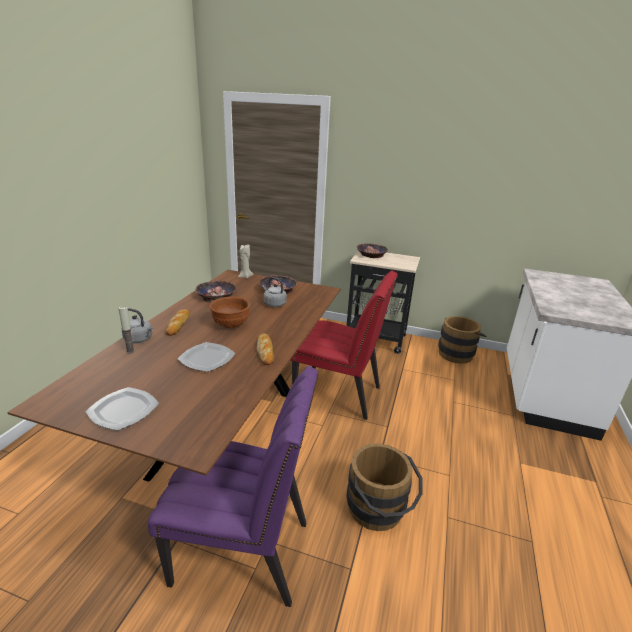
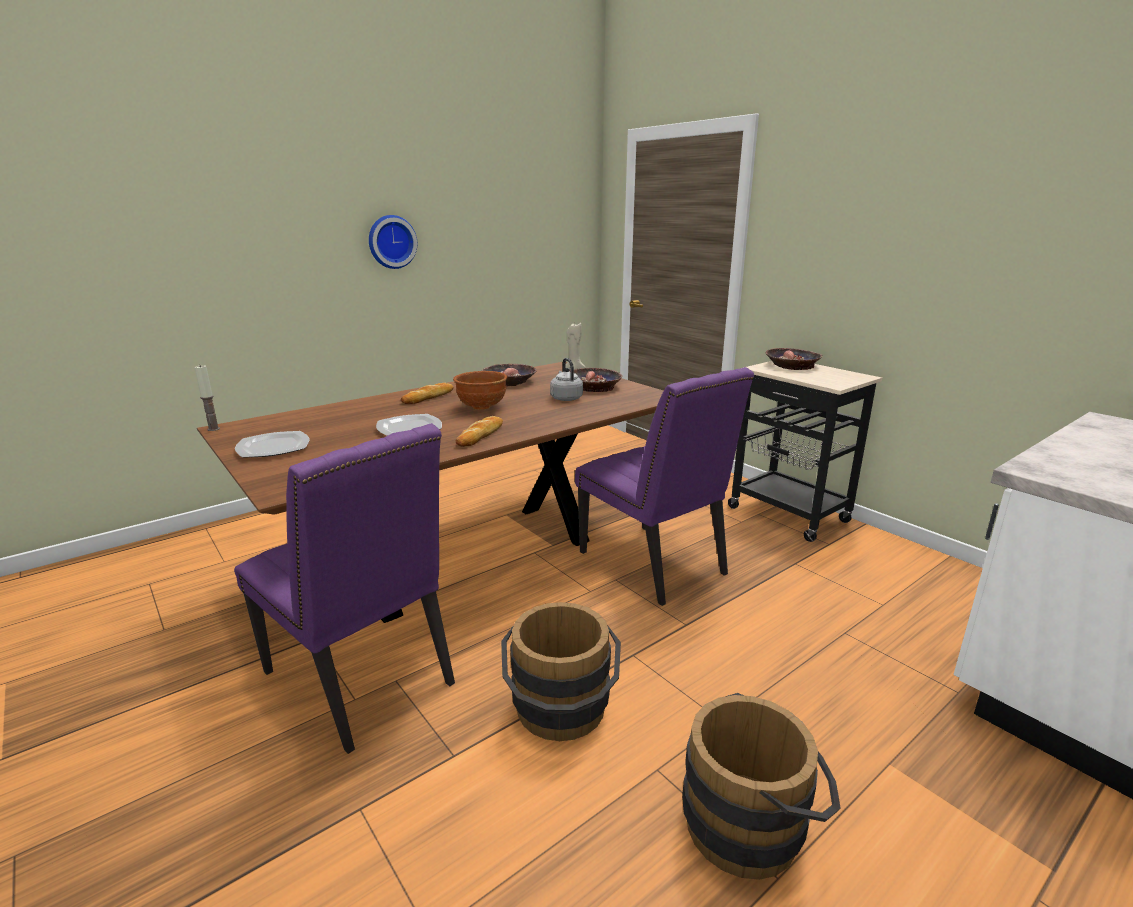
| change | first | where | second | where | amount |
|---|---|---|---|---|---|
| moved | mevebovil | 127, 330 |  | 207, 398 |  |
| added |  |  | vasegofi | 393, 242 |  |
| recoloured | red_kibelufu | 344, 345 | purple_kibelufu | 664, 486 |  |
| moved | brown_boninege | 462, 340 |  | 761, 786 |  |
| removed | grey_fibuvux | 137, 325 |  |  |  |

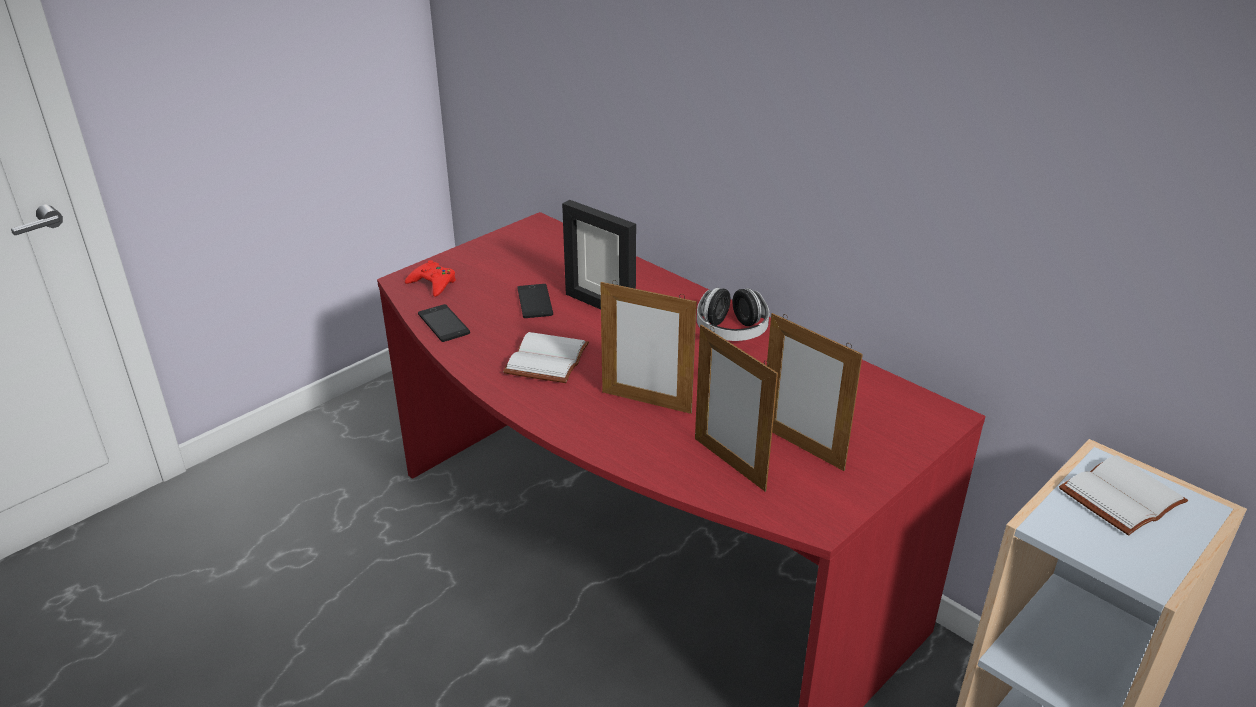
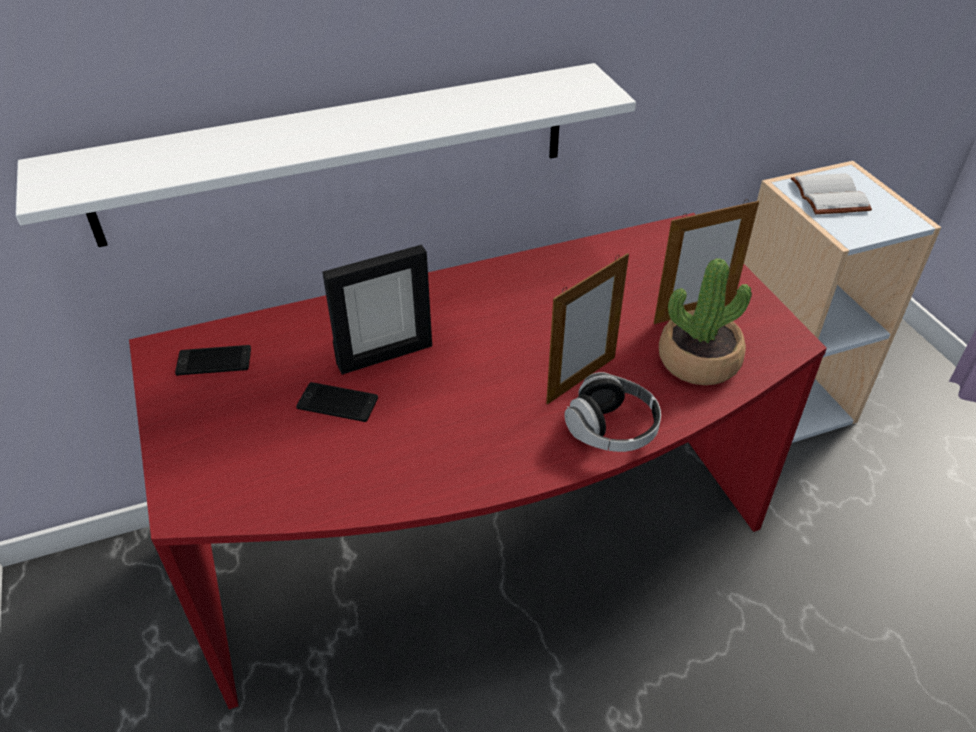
| change | first | where | second | where | amount |
|---|---|---|---|---|---|
| added |  |  | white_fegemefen | 326, 155 |  |
| moved | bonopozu | 444, 323 |  | 213, 360 |  |
| moved | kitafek | 733, 314 |  | 612, 412 |  |
| replaced | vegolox | 736, 408 | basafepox | 705, 321 |  |
| removed | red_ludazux | 430, 278 |  |  |  |
| removed | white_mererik | 546, 357 |  |  |  |

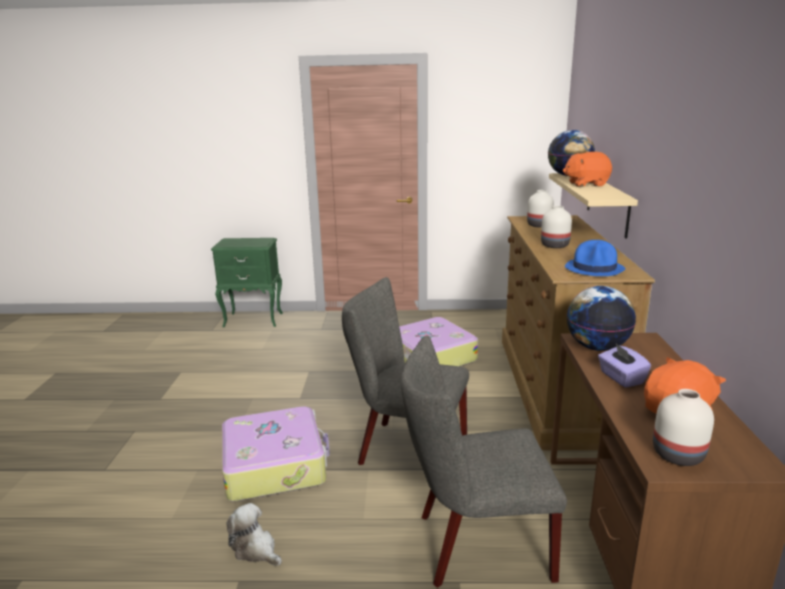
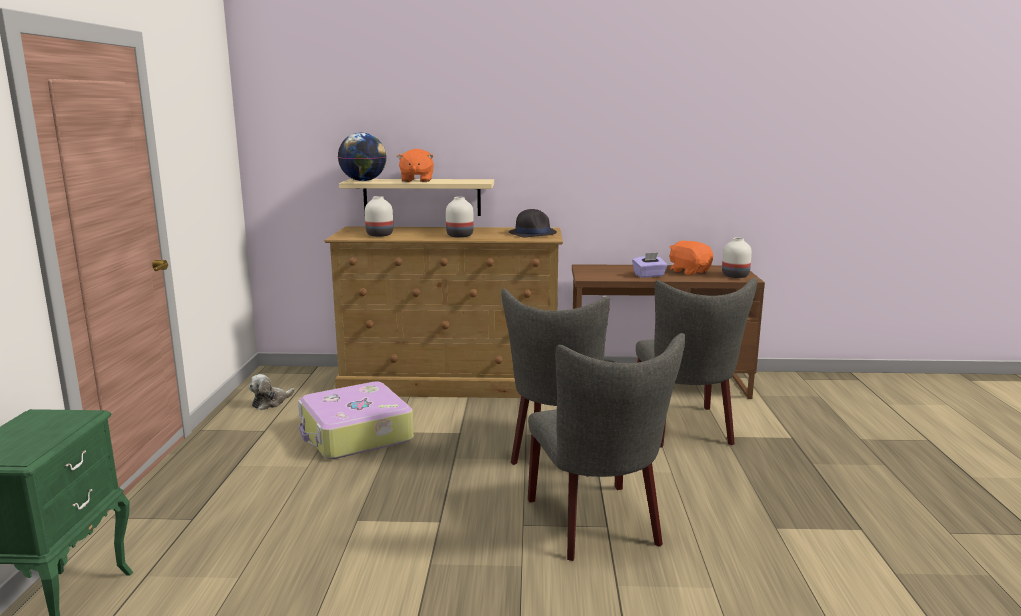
| change | first | where | second | where | amount |
|---|---|---|---|---|---|
| moved | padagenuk | 254, 534 |  | 272, 392 |  |
| recoloured | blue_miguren | 595, 258 | black_miguren | 533, 223 |  |
| replaced | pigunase | 276, 453 | grey_kibelufu | 607, 447 |  |
| removed | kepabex | 601, 318 |  |  |  |

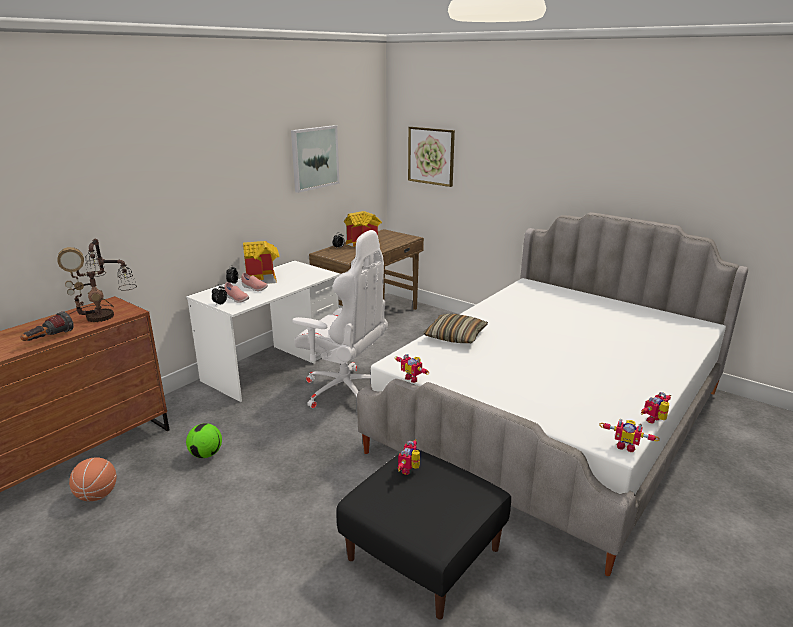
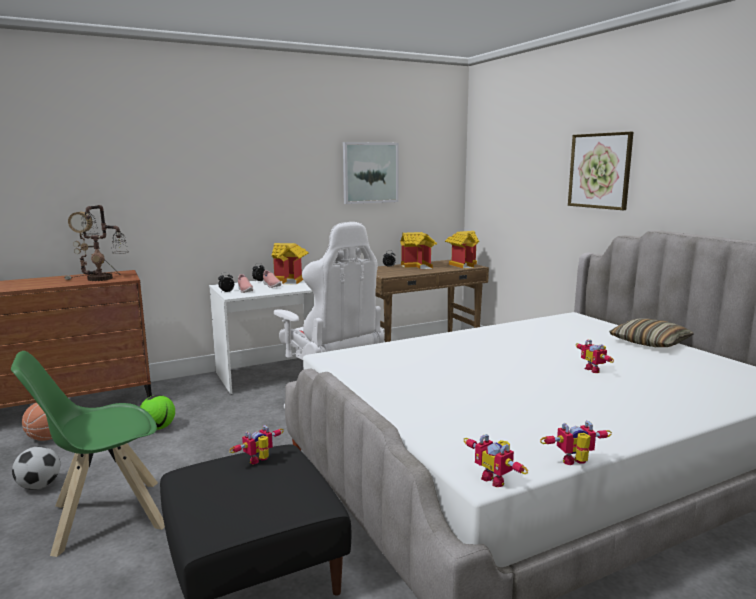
| change | first | where | second | where | amount |
|---|---|---|---|---|---|
| added |  |  | green_kibelufu | 88, 454 |  |
| added |  |  | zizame | 36, 468 |  |
| added |  |  | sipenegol | 462, 250 |  |
| moved | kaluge | 431, 157 |  | 601, 171 |  |
| moved | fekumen | 412, 368 |  | 595, 356 |  |
| moved | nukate | 455, 328 |  | 651, 333 |  |
| removed | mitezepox | 47, 326 |  |  |  |

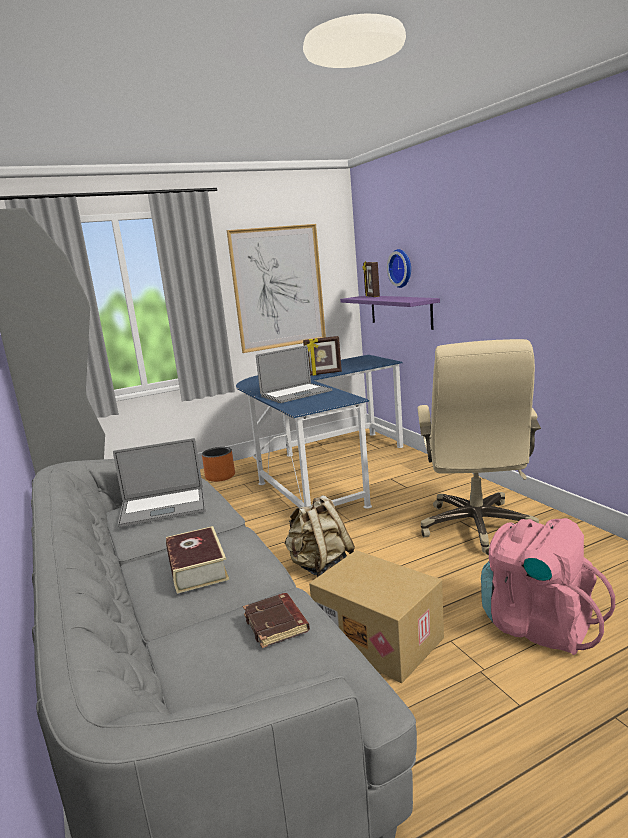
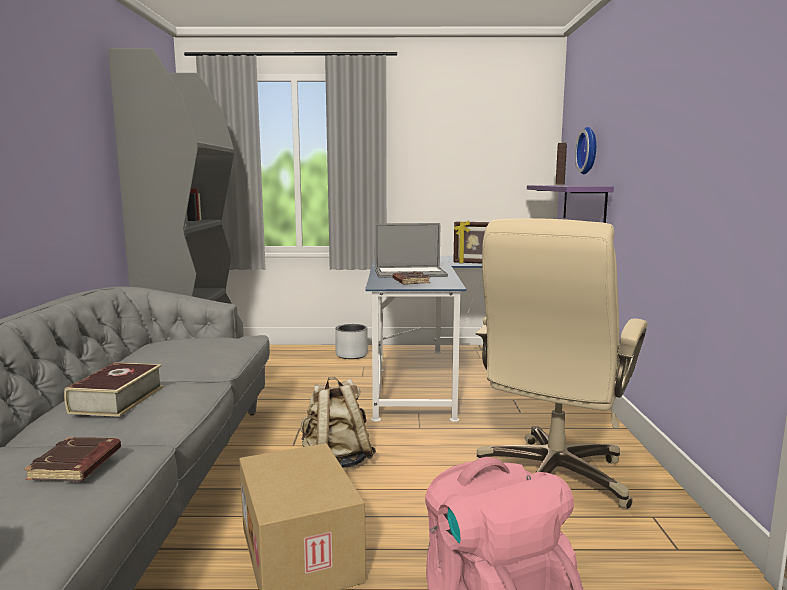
| change | first | where | second | where | amount |
|---|---|---|---|---|---|
| recoloured | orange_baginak | 218, 464 | grey_baginak | 351, 341 |  |
| added |  |  | brown_mererik | 411, 278 |  |
| removed | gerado | 159, 482 |  |  |  |
| removed | kaluge | 276, 288 |  |  |  |

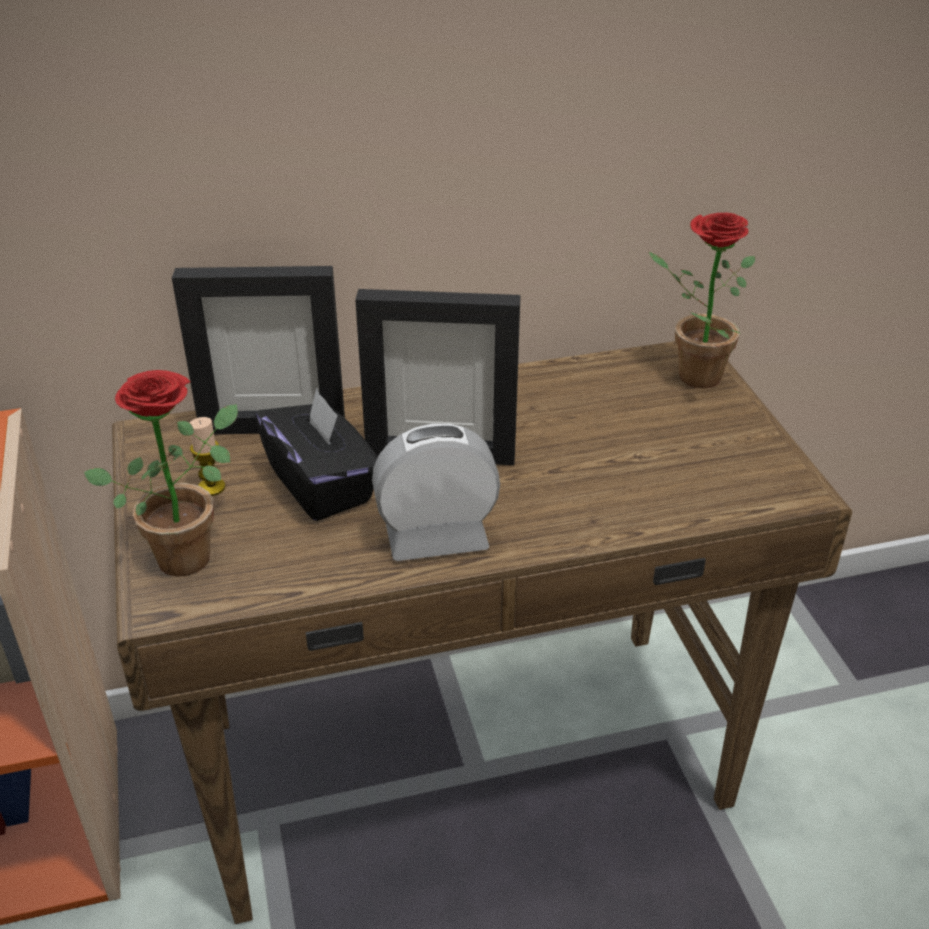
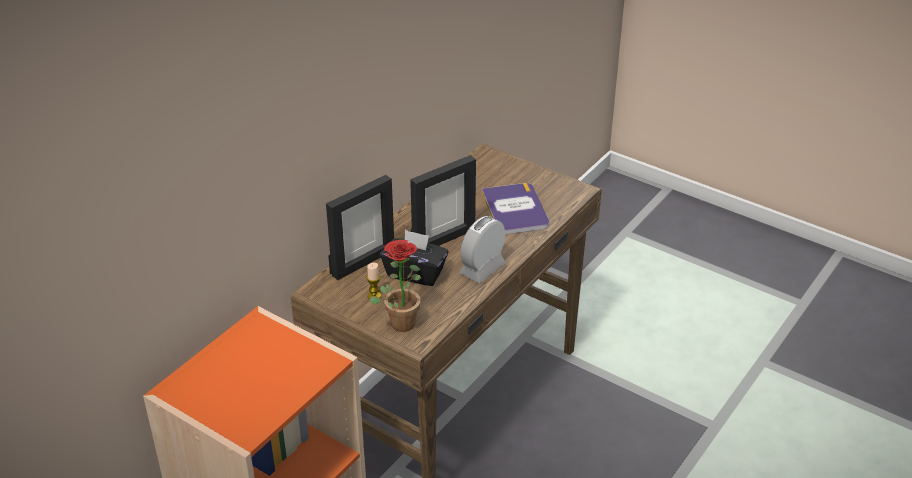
| change | first | where | second | where | amount |
|---|---|---|---|---|---|
| added |  |  | mererik | 515, 209 |  |
| removed | basafepox | 702, 300 |  |  |  |

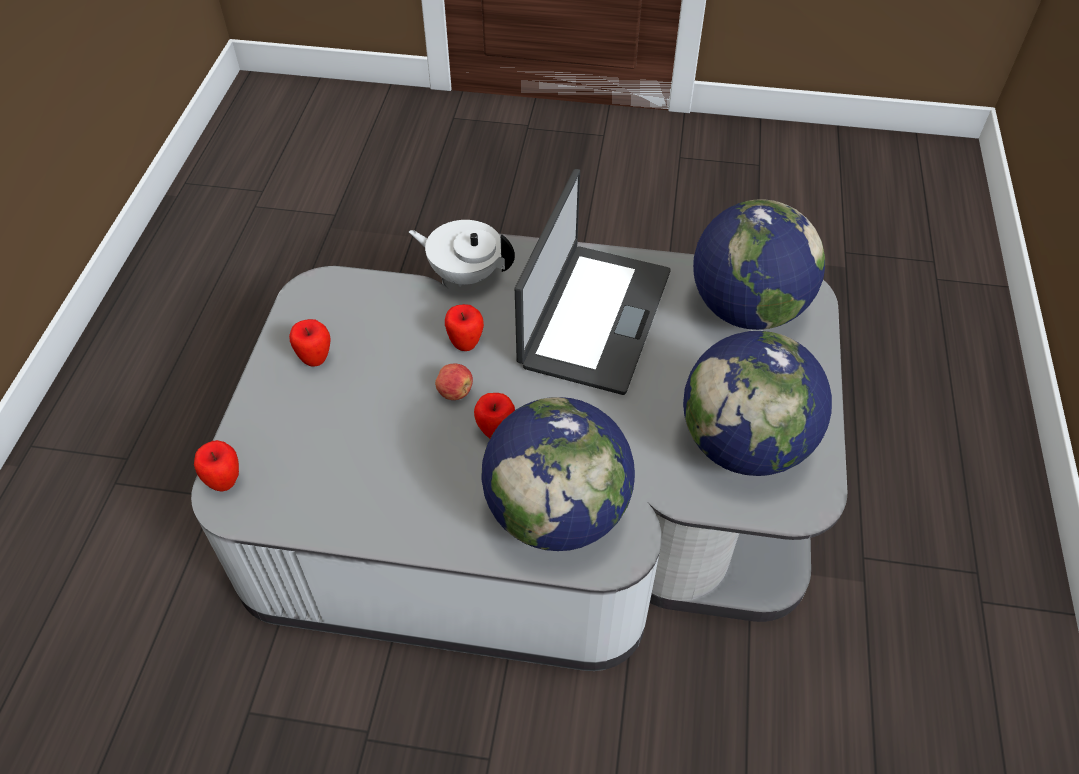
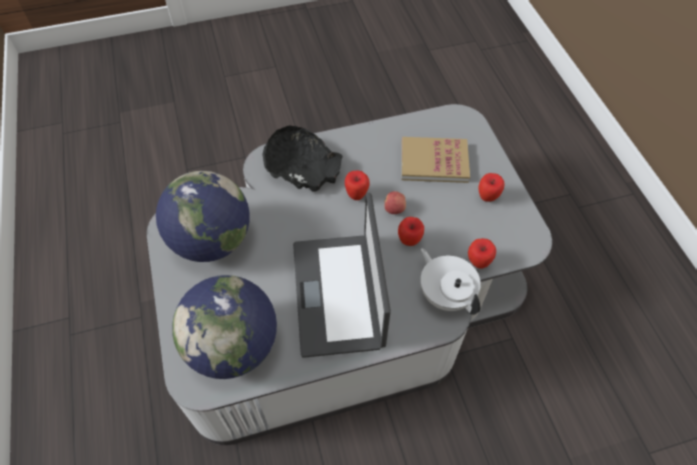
| change | first | where | second | where | amount |
|---|---|---|---|---|---|
| replaced | kepabex | 558, 474 | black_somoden | 302, 158 |  |
| added |  |  | mererik | 436, 160 |  |
| turned | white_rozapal | 462, 253 |  | 451, 281 | 120 degrees counterclockwise |
| moved | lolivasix | 216, 466 |  | 482, 253 |  |

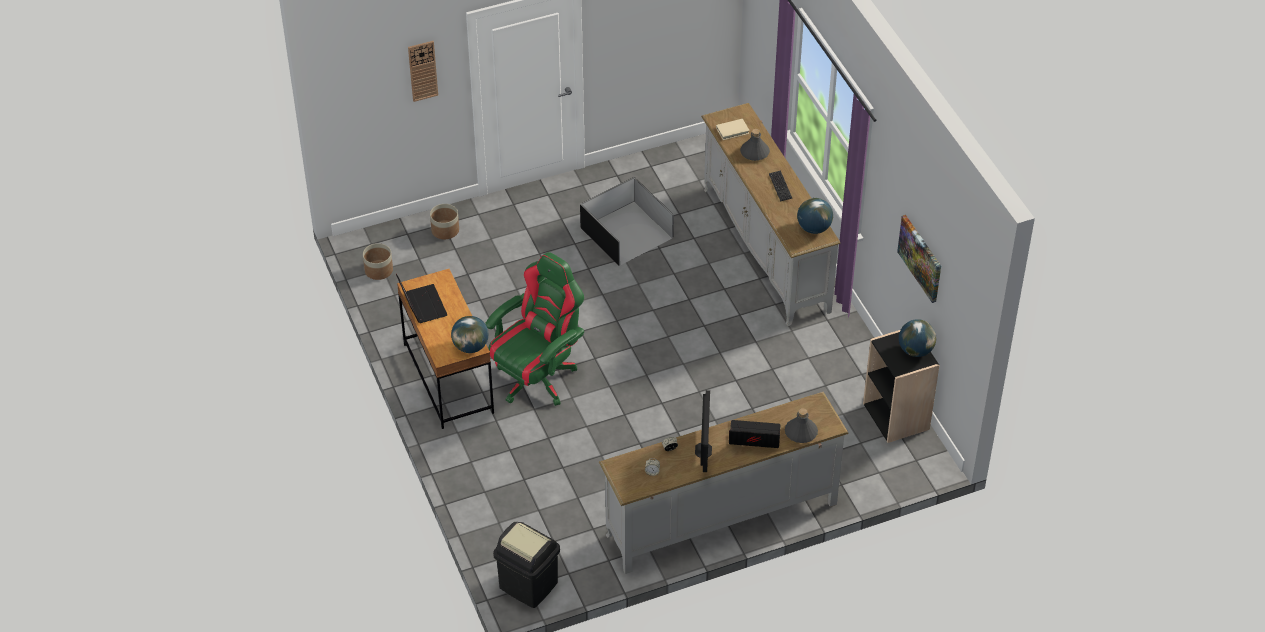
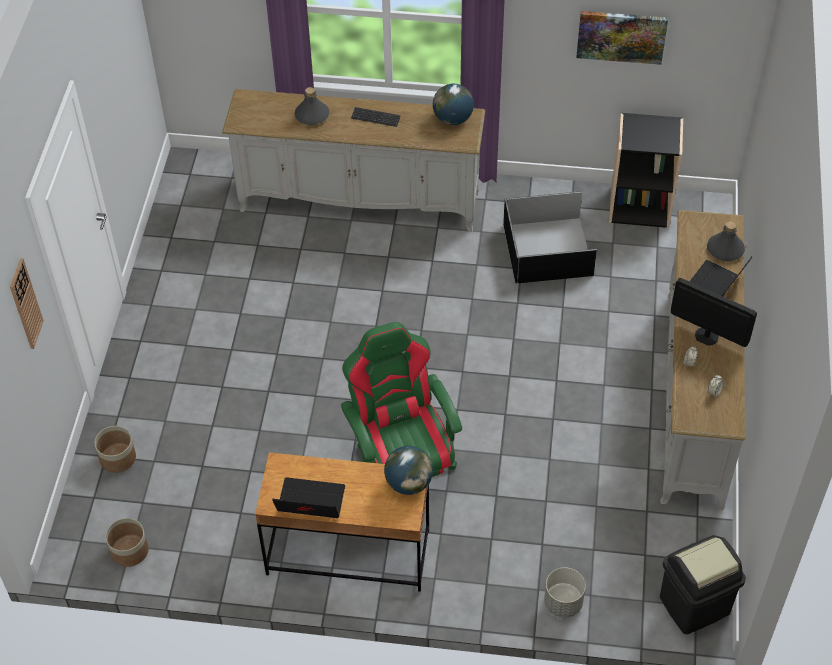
| change | first | where | second | where | amount |
|---|---|---|---|---|---|
| moved | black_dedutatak | 627, 221 |  | 550, 237 |  |
| added |  |  | grey_baginak | 565, 592 |  |
| removed | beige_mererik | 733, 129 |  |  |  |
| removed | kepabex | 917, 338 |  |  |  |

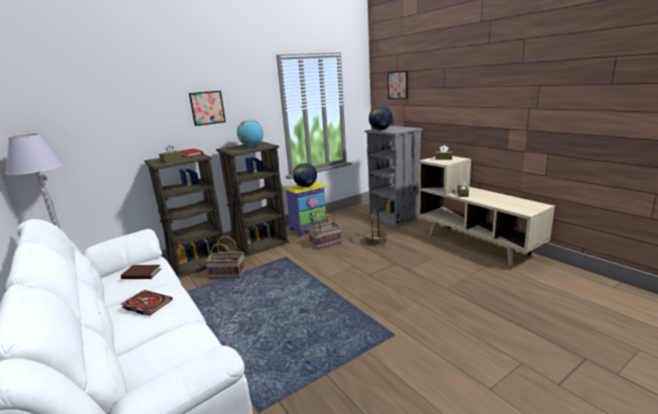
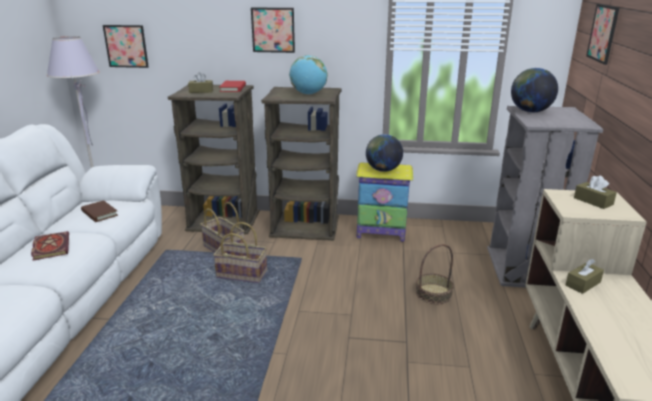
| change | first | where | second | where | amount |
|---|---|---|---|---|---|
| added |  |  | kaluge | 126, 46 |  |
| moved | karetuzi | 325, 229 |  | 240, 252 |  |

